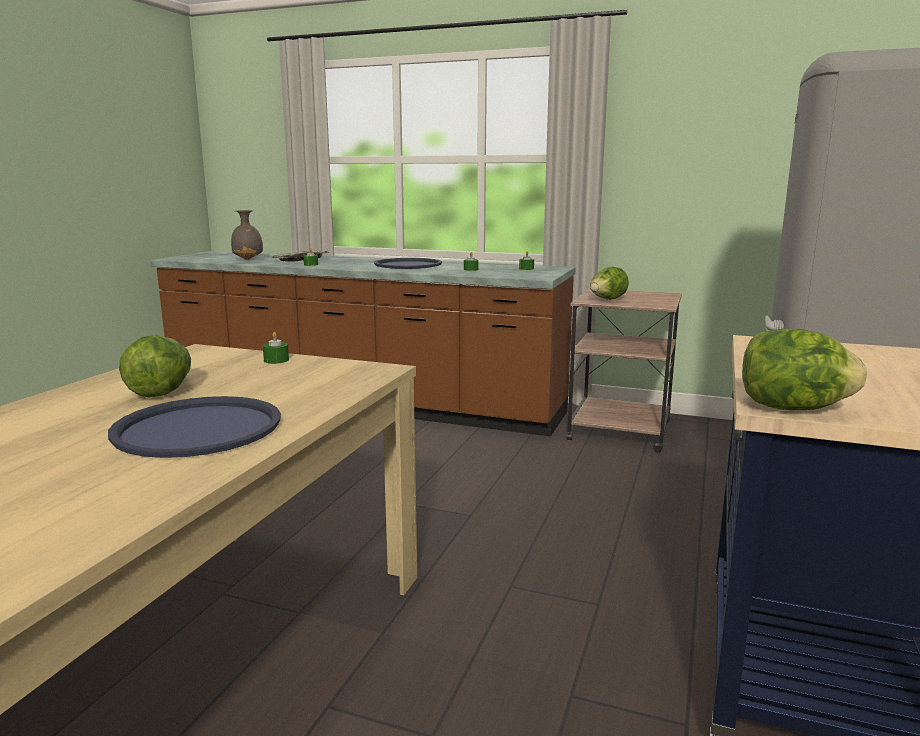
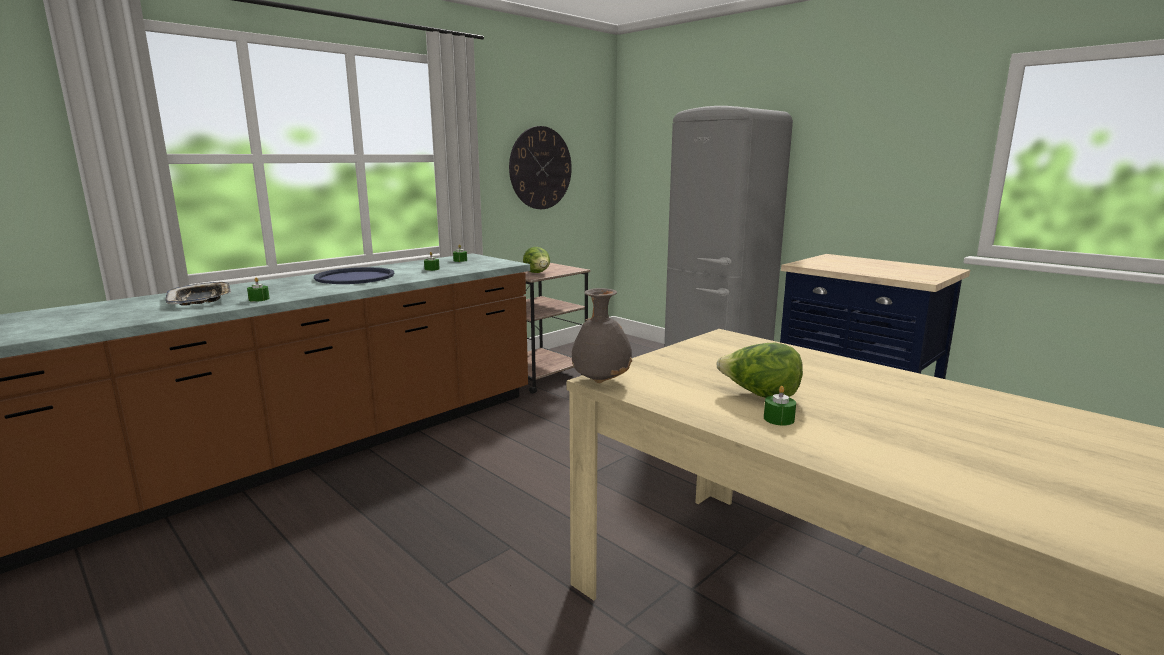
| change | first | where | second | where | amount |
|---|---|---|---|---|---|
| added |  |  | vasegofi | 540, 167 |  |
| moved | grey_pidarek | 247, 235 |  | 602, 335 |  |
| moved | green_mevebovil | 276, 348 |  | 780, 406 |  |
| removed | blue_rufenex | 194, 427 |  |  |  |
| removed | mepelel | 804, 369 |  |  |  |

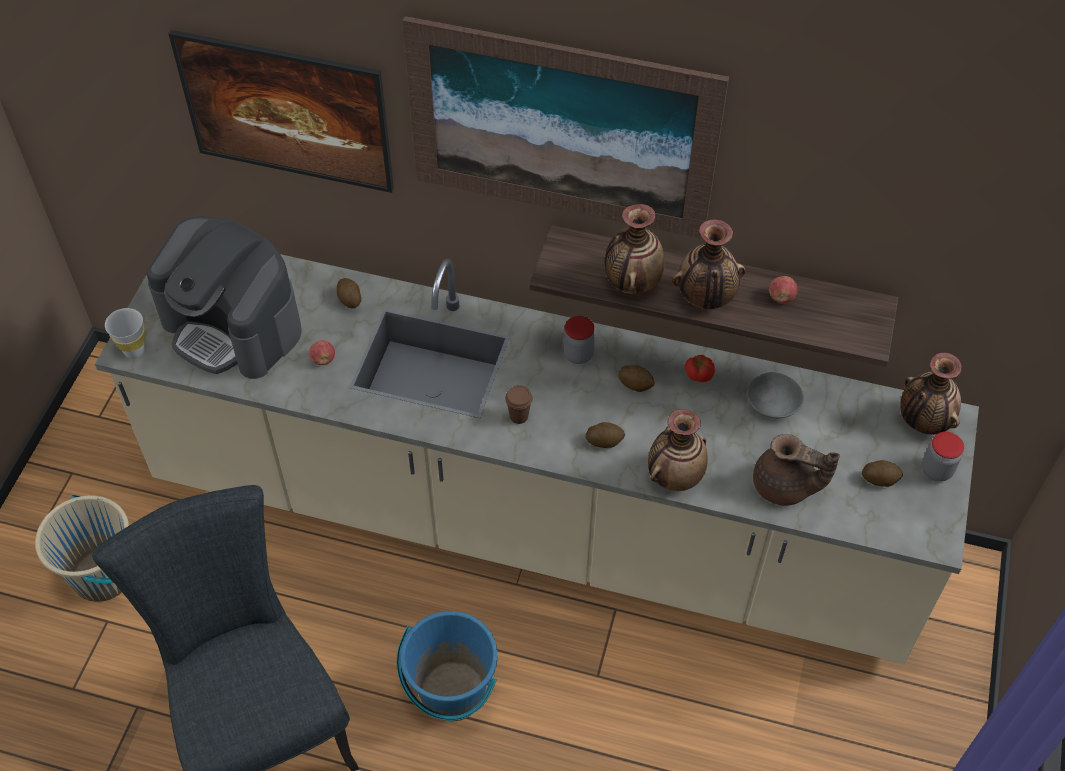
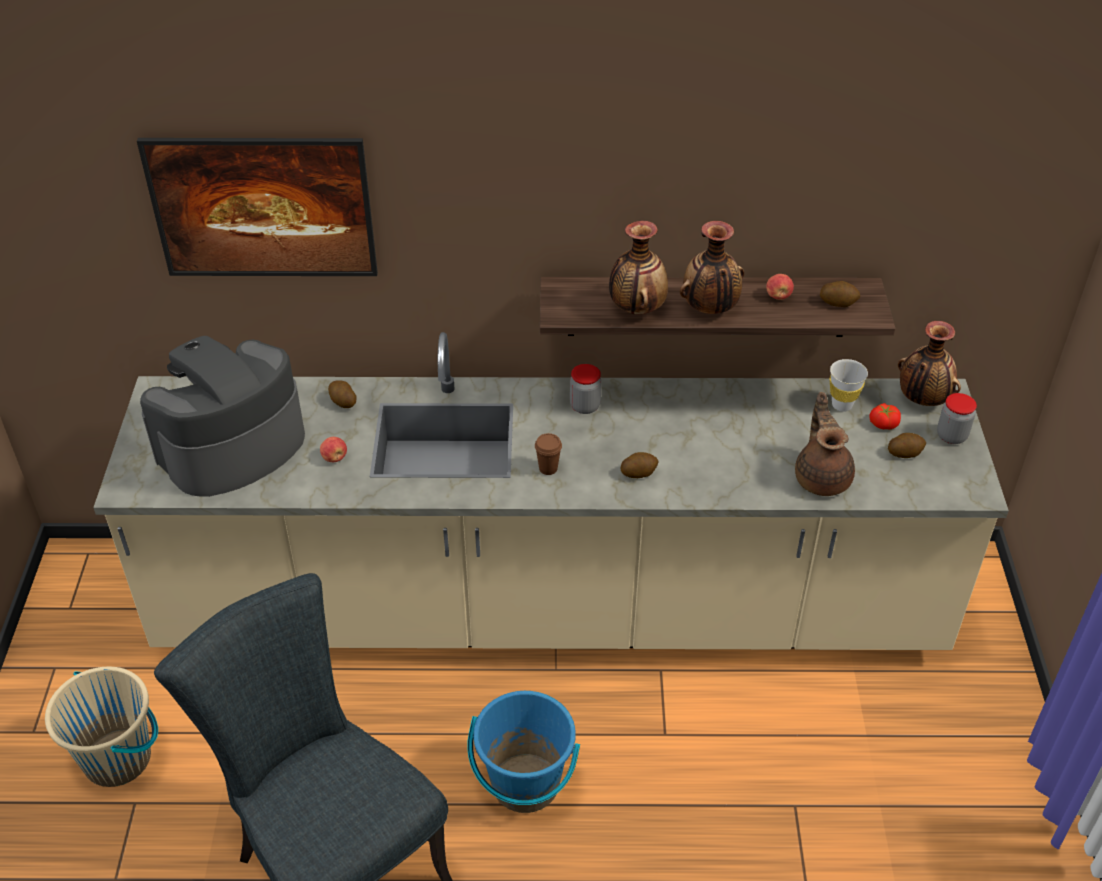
| change | first | where | second | where | amount |
|---|---|---|---|---|---|
| turned | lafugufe | 224, 297 |  | 222, 416 | 120 degrees clockwise |
| turned | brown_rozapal | 796, 470 |  | 825, 444 | 105 degrees counterclockwise |
| moved | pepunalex | 636, 378 |  | 840, 294 |  |
| moved | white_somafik | 125, 333 |  | 849, 385 |  |
| moved | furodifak | 700, 368 |  | 885, 416 |  |
| removed | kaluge | 565, 127 |  |  |  |
| removed | pidarek | 678, 450 |  |  |  |
| removed | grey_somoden | 776, 395 |  |  |  |

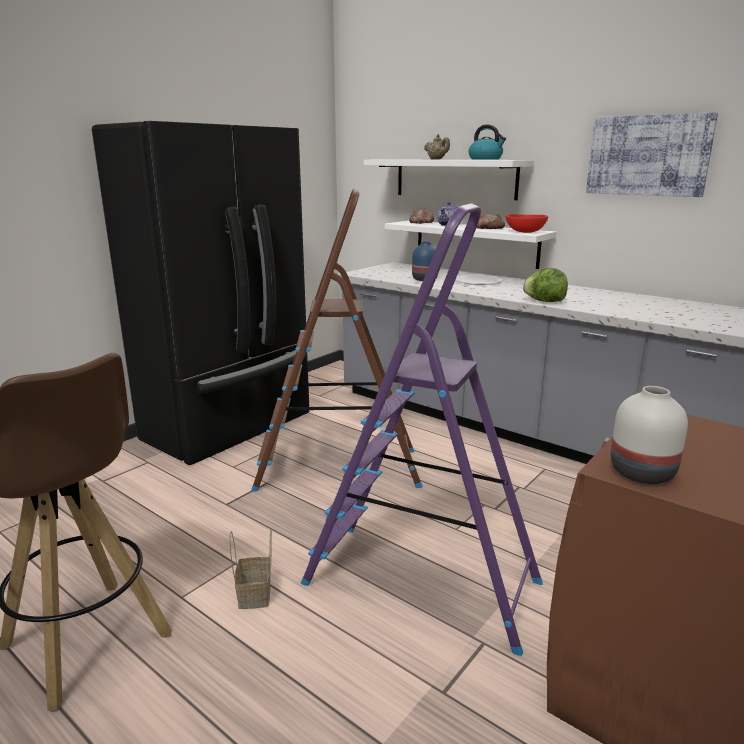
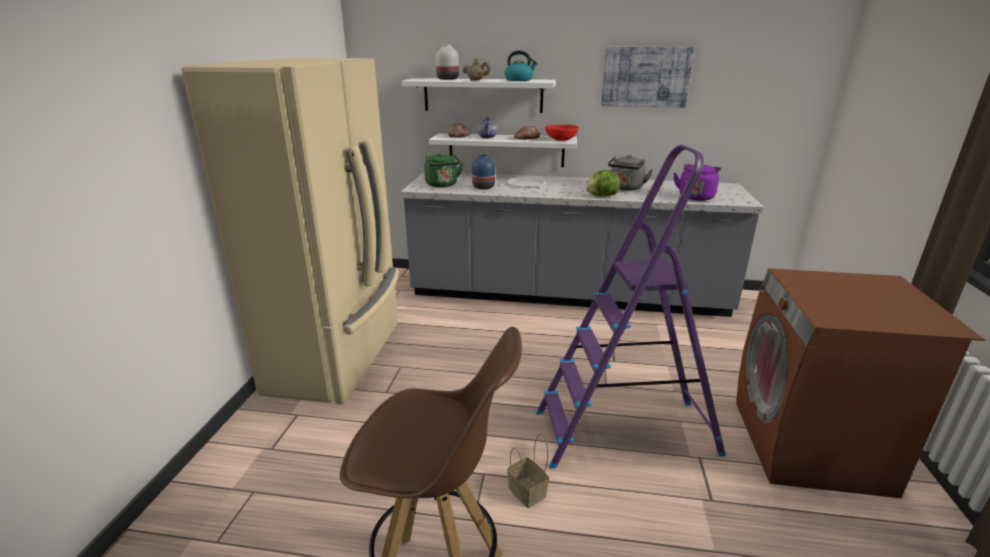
| change | first | where | second | where | amount |
|---|---|---|---|---|---|
| recoloured | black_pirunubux | 201, 293 | beige_pirunubux | 290, 231 |  |
| added |  |  | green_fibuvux | 443, 170 |  |
| moved | white_pidarek | 649, 435 |  | 447, 62 |  |
| added |  |  | grey_fibuvux | 630, 173 |  |
| added |  |  | purple_fibuvux | 697, 182 |  |
| removed | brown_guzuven | 337, 339 |  |  |  |

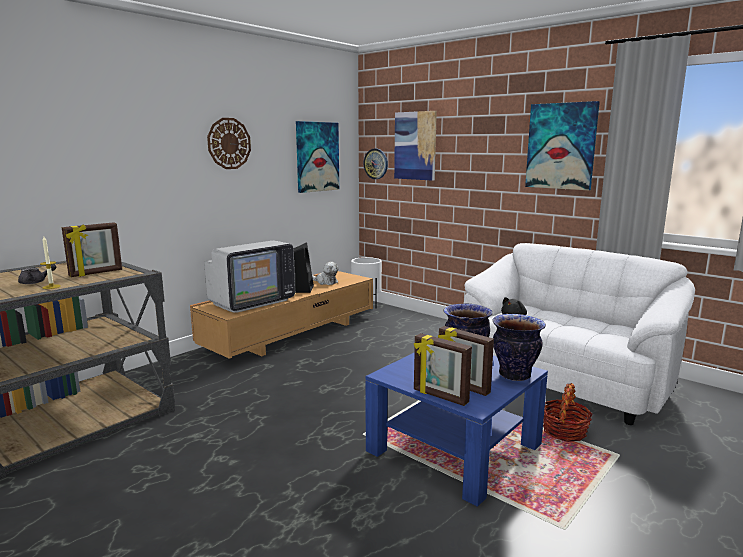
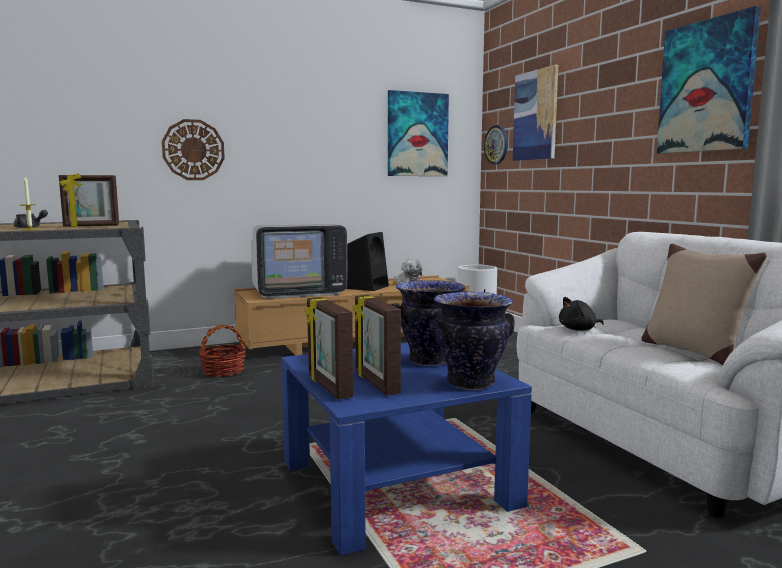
| change | first | where | second | where | amount |
|---|---|---|---|---|---|
| moved | vasegofi | 229, 143 |  | 193, 149 |  |
| moved | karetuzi | 568, 412 |  | 222, 350 |  |
| added |  |  | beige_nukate | 704, 304 |  |

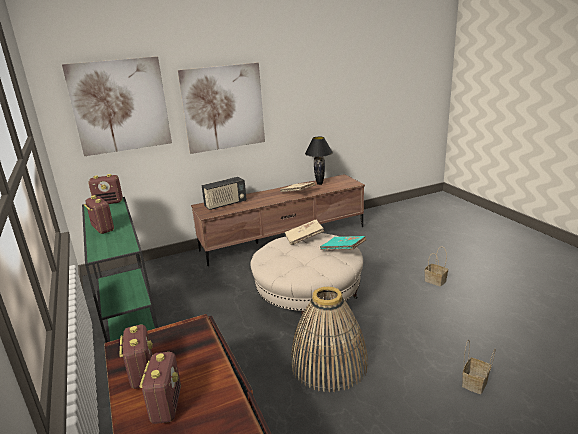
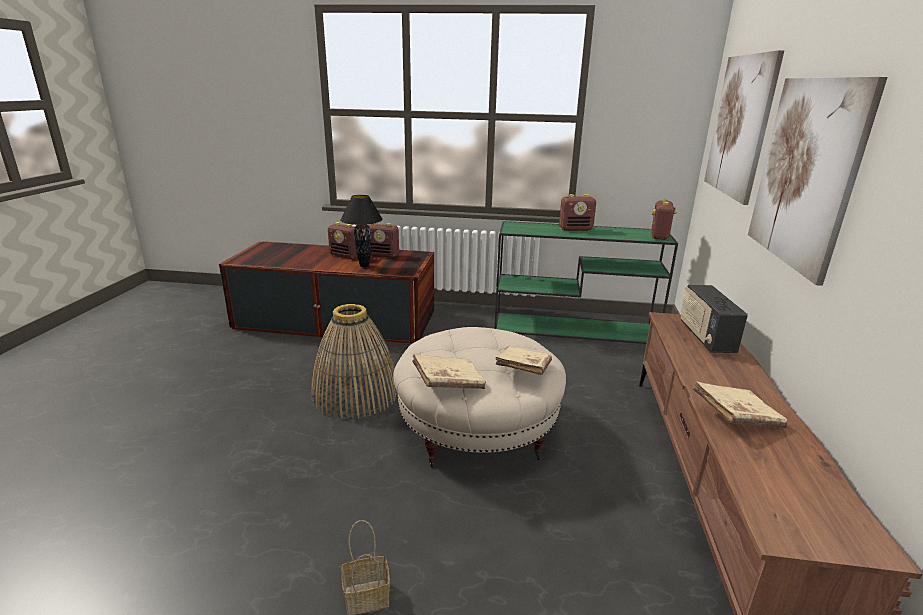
| change | first | where | second | where | amount |
|---|---|---|---|---|---|
| moved | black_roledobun | 319, 161 |  | 361, 231 |  |
| recoloured | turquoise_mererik | 343, 243 | beige_mererik | 449, 371 |  |
| removed | karetuzi | 478, 366 |  |  |  |

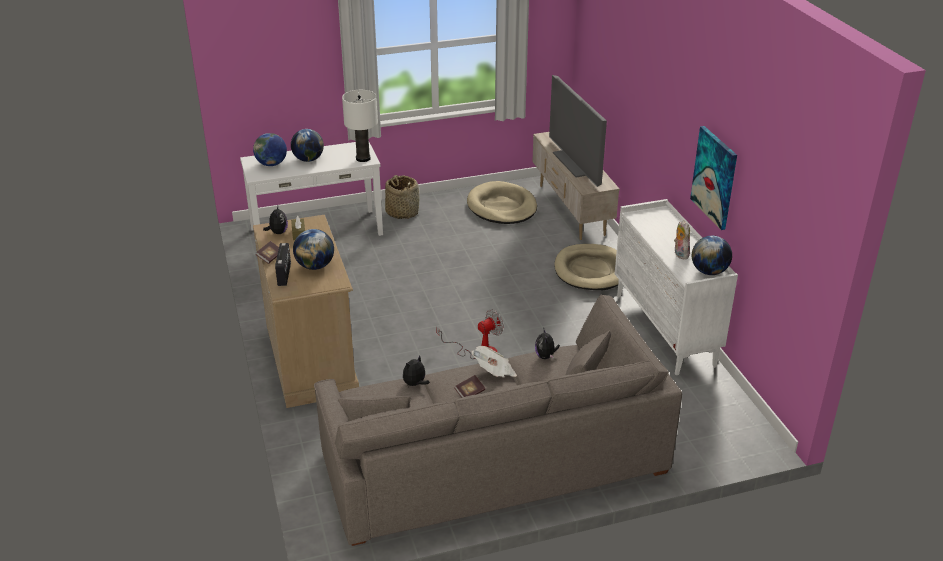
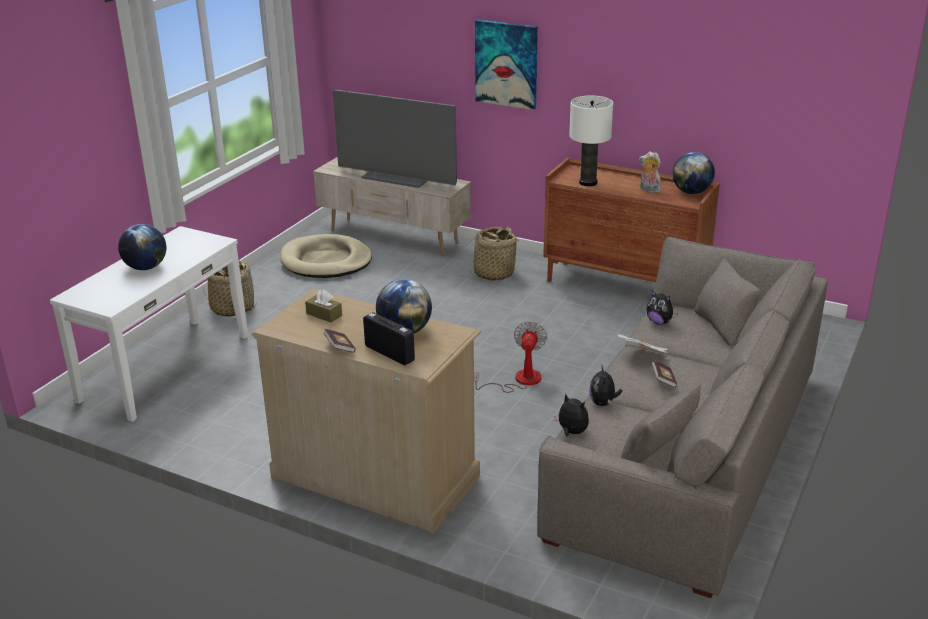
| change | first | where | second | where | amount |
|---|---|---|---|---|---|
| replaced | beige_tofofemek | 586, 267 | karetuzi | 492, 254 |  |
| moved | kaluge | 713, 178 |  | 506, 65 |  |
| recoloured | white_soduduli | 676, 287 | brown_soduduli | 631, 219 |  |
| moved | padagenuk | 275, 220 |  | 571, 415 |  |
| moved | white_roledobun | 360, 126 |  | 591, 141 |  |
| removed | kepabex | 270, 149 |  |  |  |

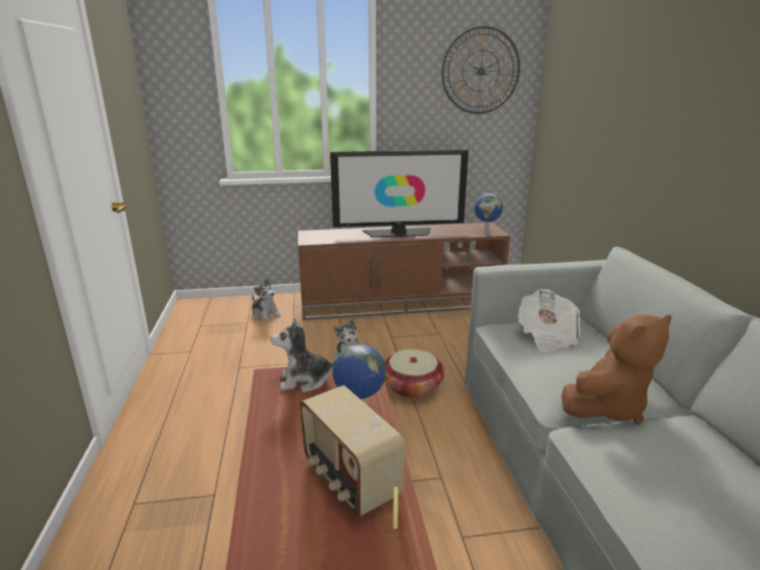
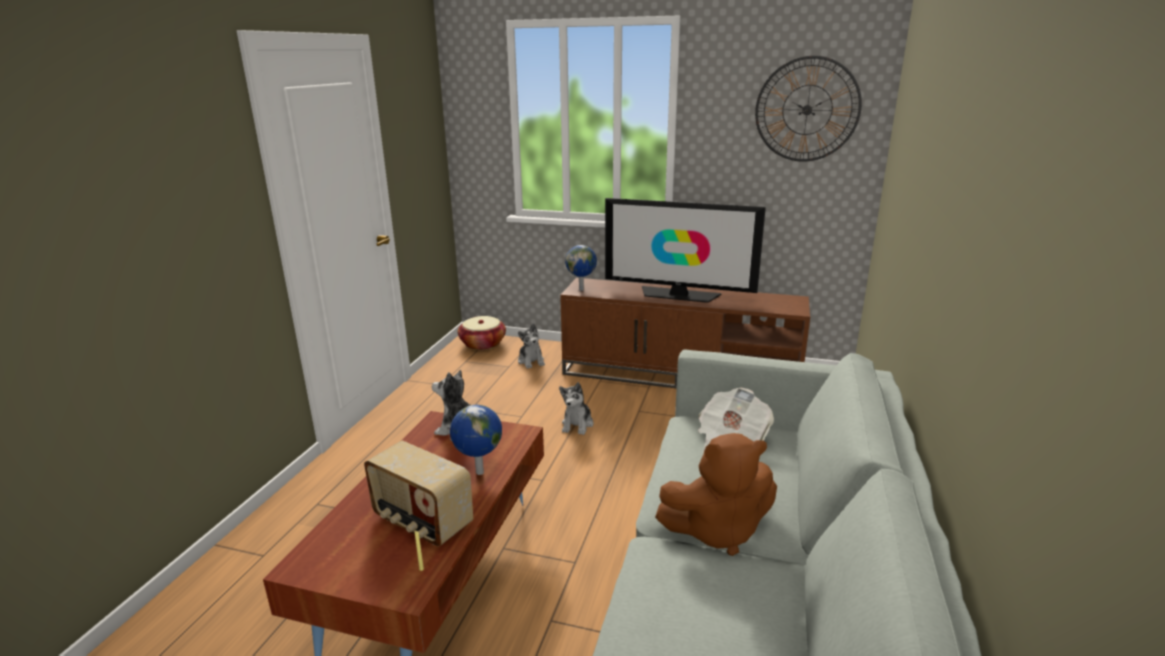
| change | first | where | second | where | amount |
|---|---|---|---|---|---|
| turned | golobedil | 352, 451 |  | 418, 494 | 45 degrees counterclockwise |
| moved | karetuzi | 415, 374 |  | 482, 333 |  |
| moved | kepabex | 488, 214 |  | 581, 268 |  |

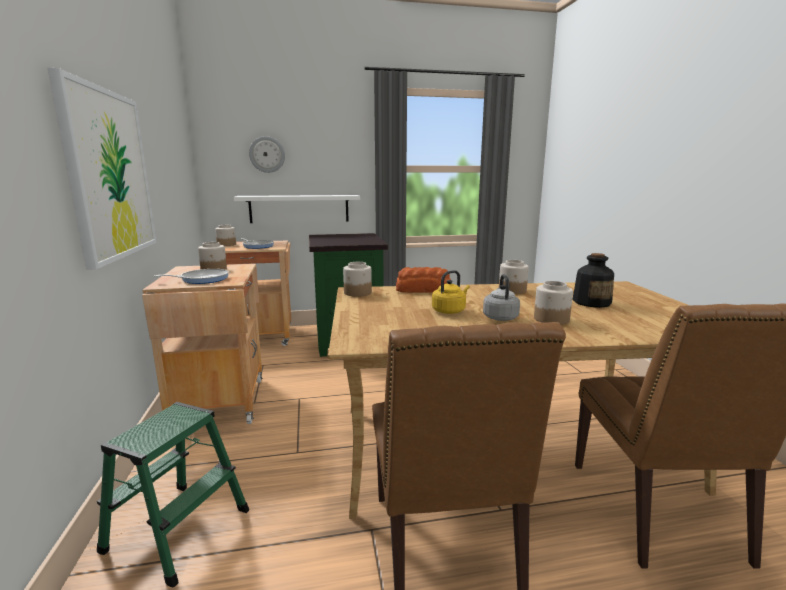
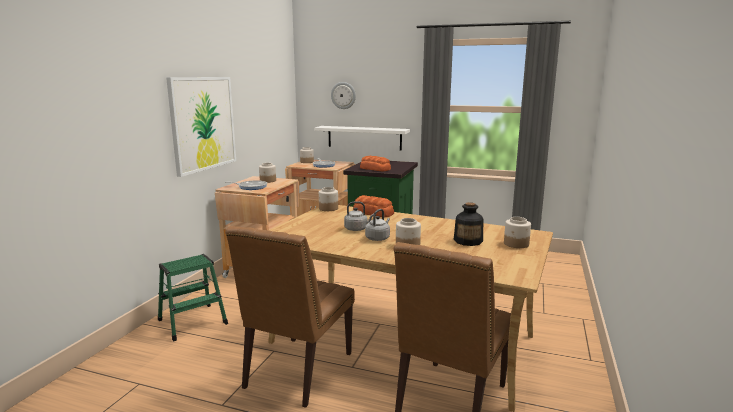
| change | first | where | second | where | amount |
|---|---|---|---|---|---|
| recoloured | yellow_fibuvux | 451, 292 | grey_fibuvux | 359, 216 |  |
| added |  |  | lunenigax | 375, 163 |  |
| moved | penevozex | 514, 277 |  | 517, 232 |  |

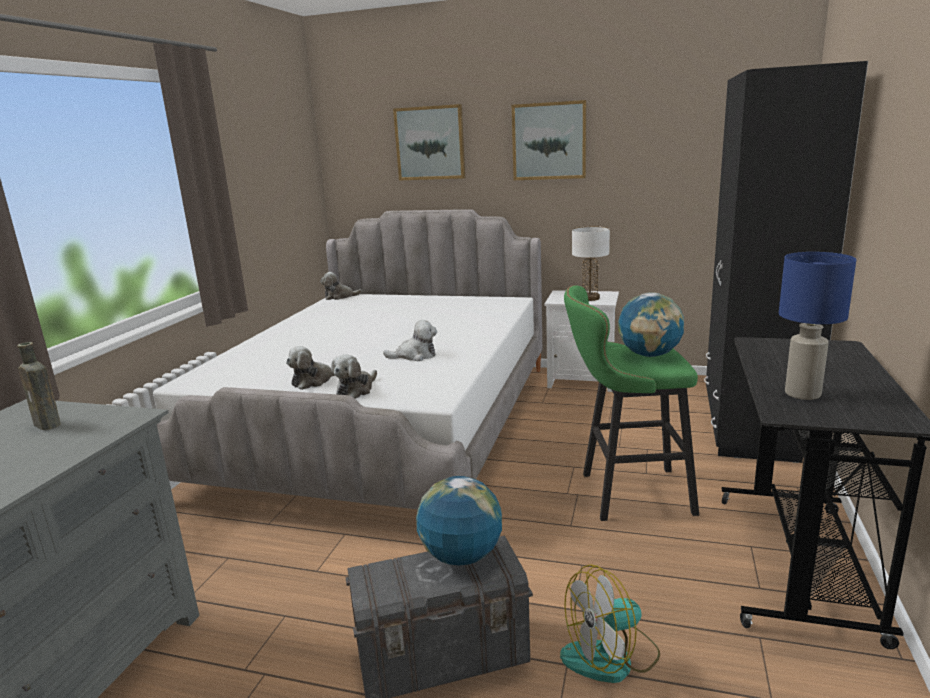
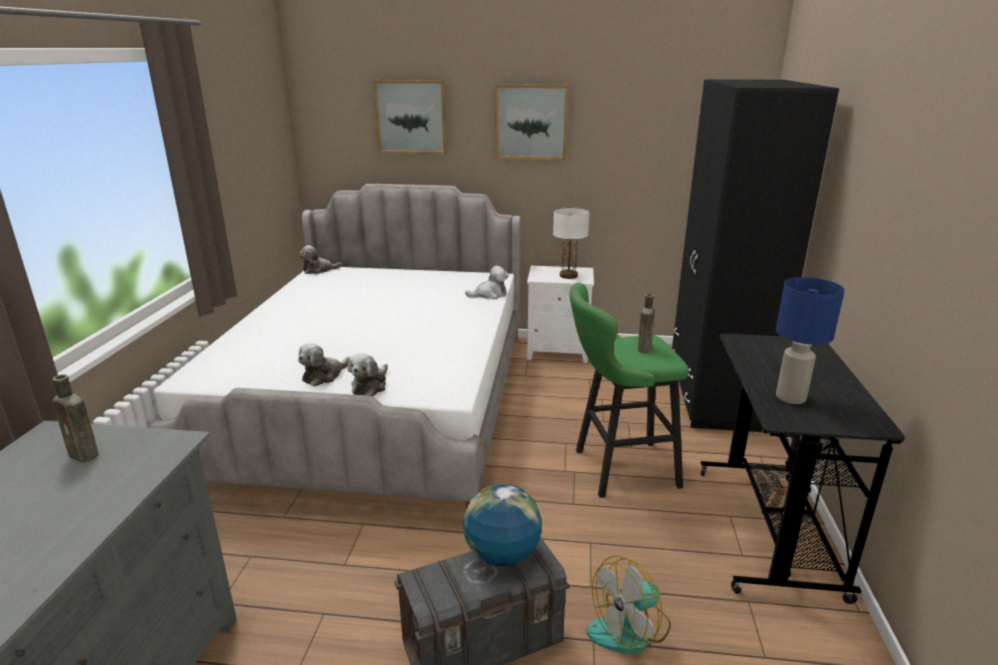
| change | first | where | second | where | amount |
|---|---|---|---|---|---|
| moved | padagenuk | 410, 340 |  | 487, 282 |  |
| replaced | kepabex | 651, 324 | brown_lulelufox | 646, 323 |  |

